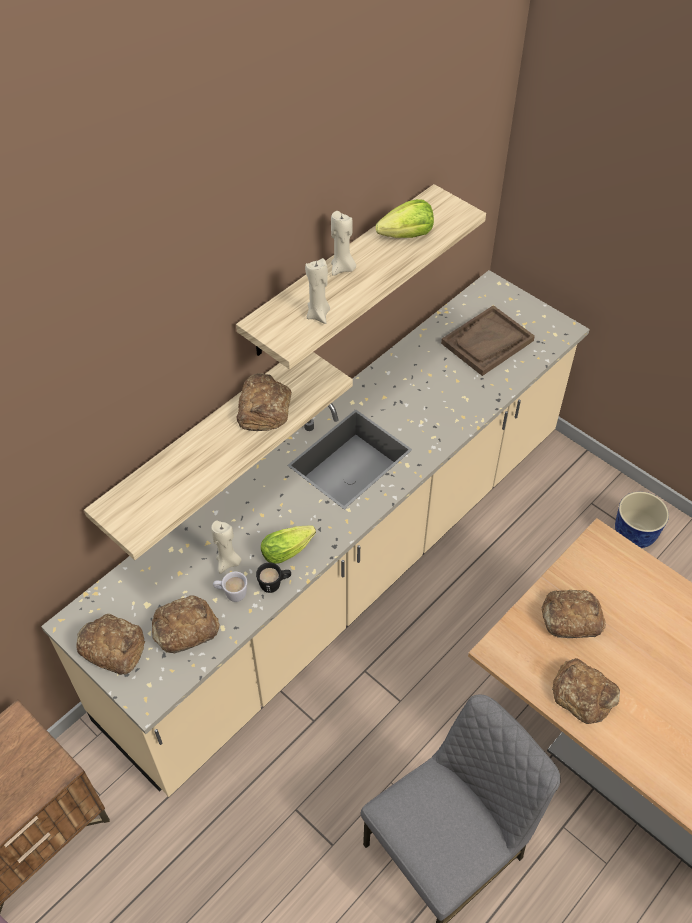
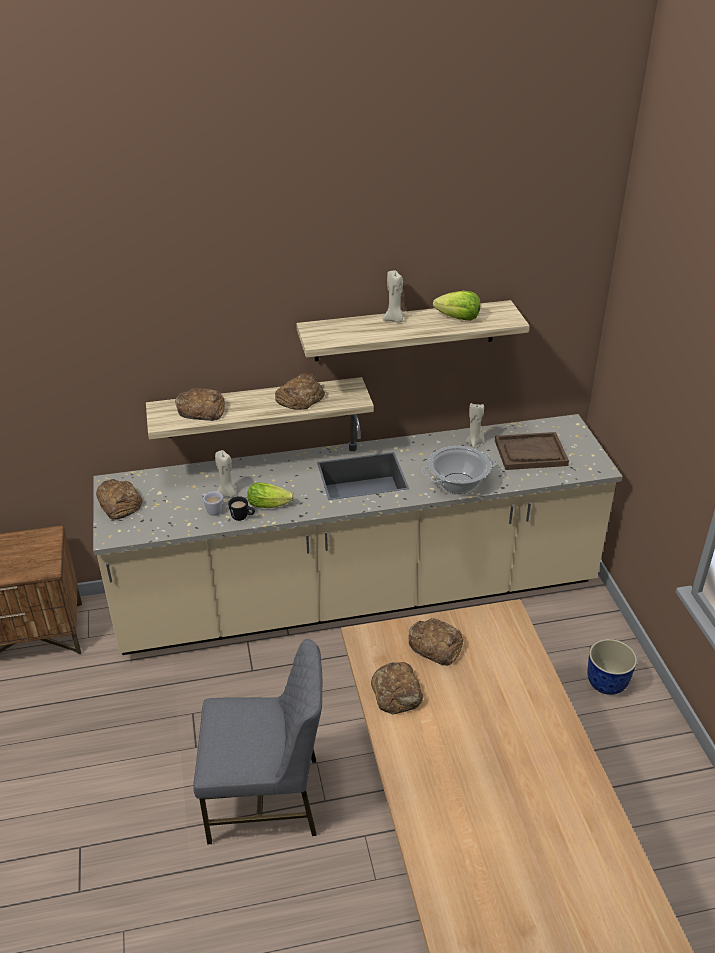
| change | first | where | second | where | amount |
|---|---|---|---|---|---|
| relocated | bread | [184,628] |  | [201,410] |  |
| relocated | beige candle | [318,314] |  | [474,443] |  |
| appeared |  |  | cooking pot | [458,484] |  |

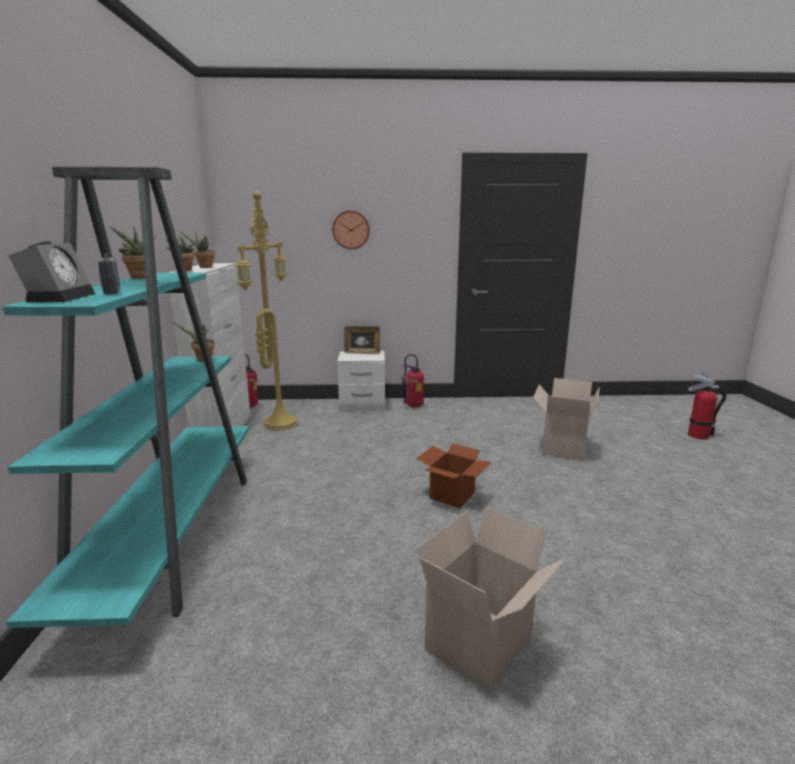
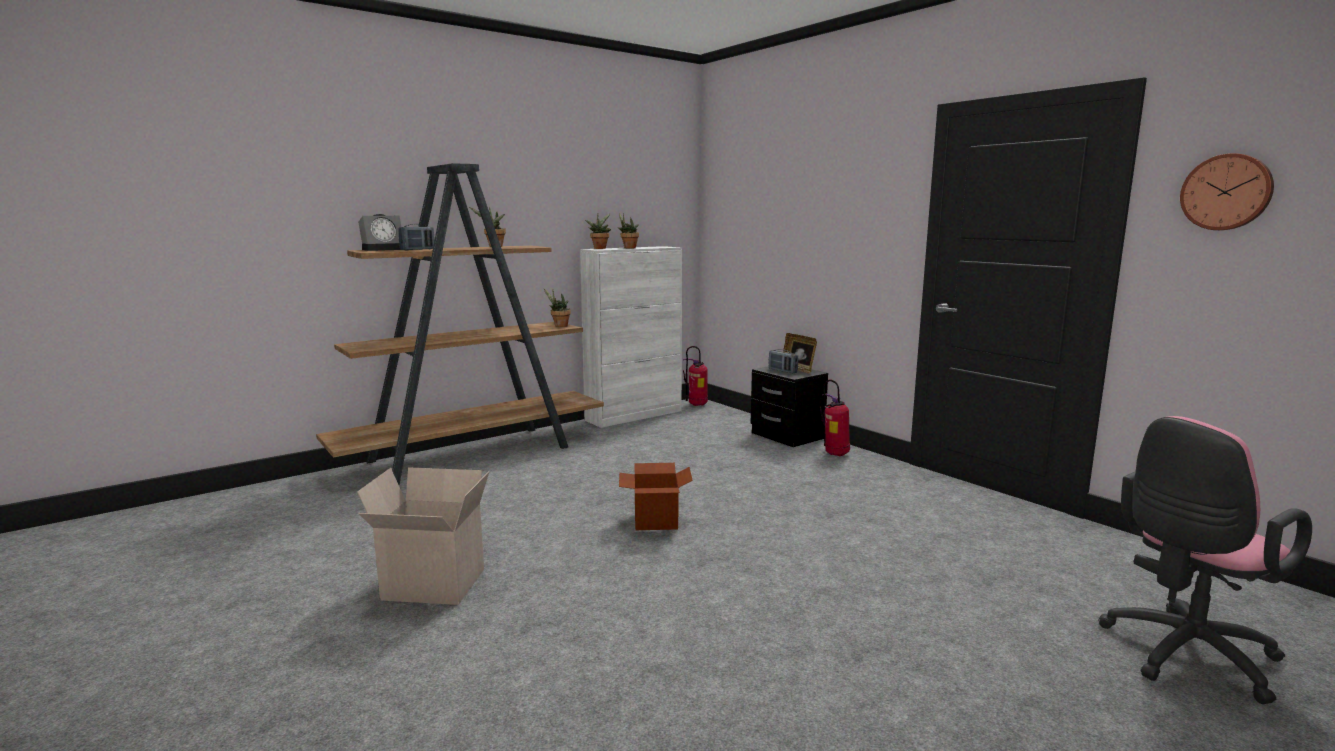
| change | first | where | second | where | amount |
|---|---|---|---|---|---|
| colour | turquoise bookcase | [172,534] | brown bookcase | [473,454] |  |
| missing | yellow floor lamp | [279,423] |  |  |  |
| relocated | wall clock | [351,230] |  | [1226,192] |  |
| colour | white nightstand | [362,406] | black nightstand | [786,436] |  |
| missing | cardboard box | [562,447] |  |  |  |
| exchanged | fire extinguisher | [698,435] | pink office chair | [1184,656] |  |
| appeared |  |  | radio | [782,371] |  |

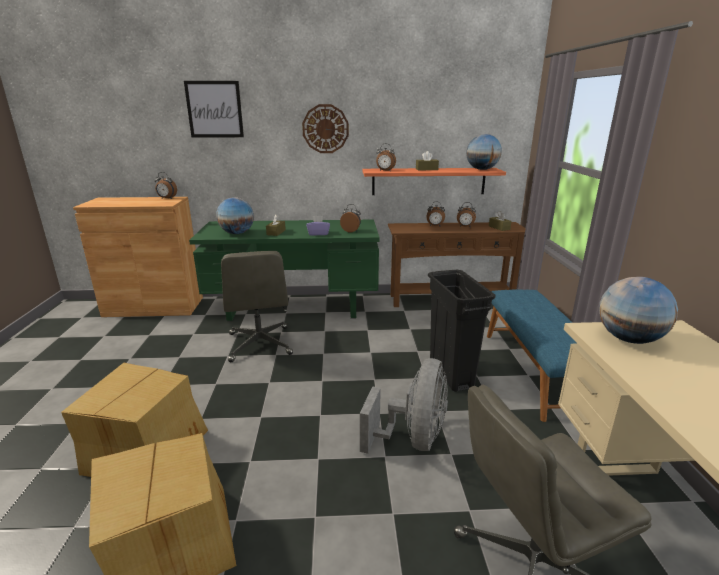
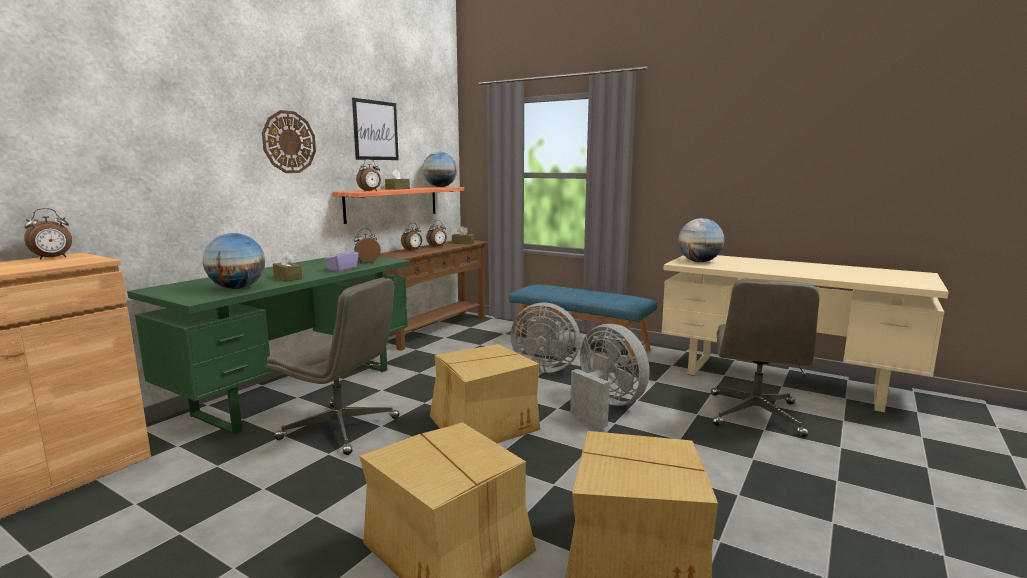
| change | first | where | second | where | amount |
|---|---|---|---|---|---|
| relocated | picture | [214,109] |  | [375,130] |  |
| exchanged | black trash can | [451,374] | grey fan | [544,368] |  |
| appeared |  |  | cardboard box | [482,425] |  |

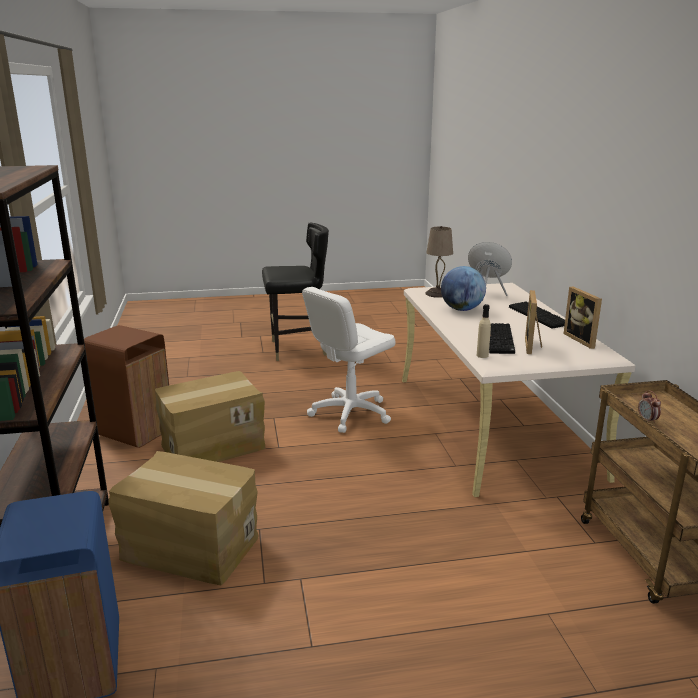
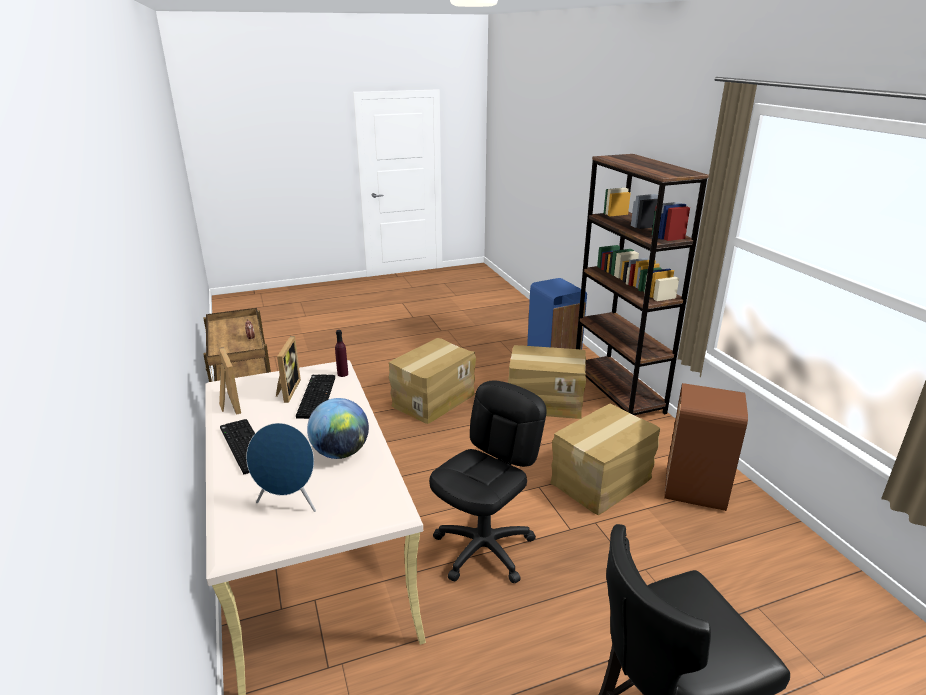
| change | first | where | second | where | amount |
|---|---|---|---|---|---|
| colour | white office chair | [350,413] | black office chair | [484,549] |  |
| missing | beige table lamp | [437,293] |  |  |  |
| colour | beige bottle | [482,355] | purple bottle | [342,374] |  |
| appeared |  |  | cardboard box | [432,400] |  |

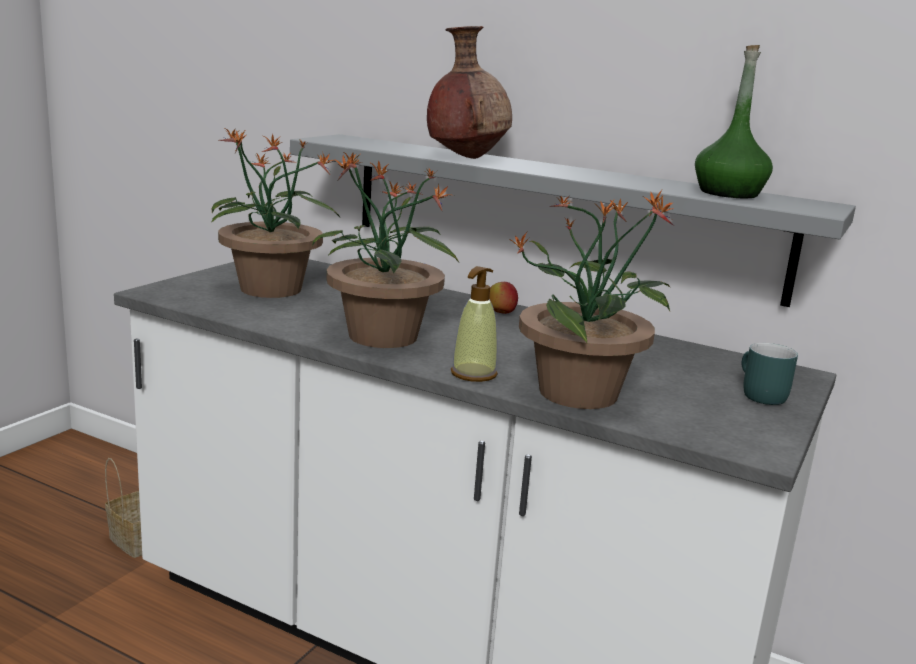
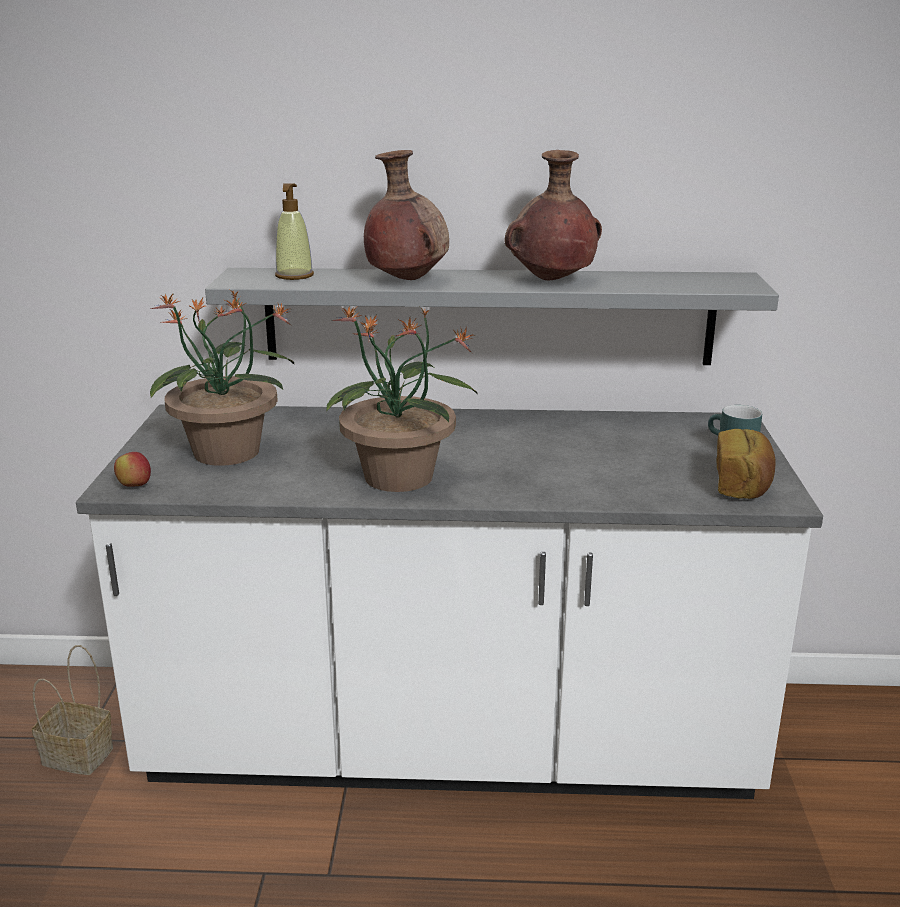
| change | first | where | second | where | amount |
|---|---|---|---|---|---|
| relocated | soap dispenser | [473,374] |  | [294,276] |  |
| relocated | apple | [501,313] |  | [134,486] |  |
| missing | potted plant | [581,393] |  |  |  |
| missing | green bottle | [728,193] |  |  |  |
| appeared |  |  | brown vase | [551,281] |  |
| appeared |  |  | bread | [742,485] |  |

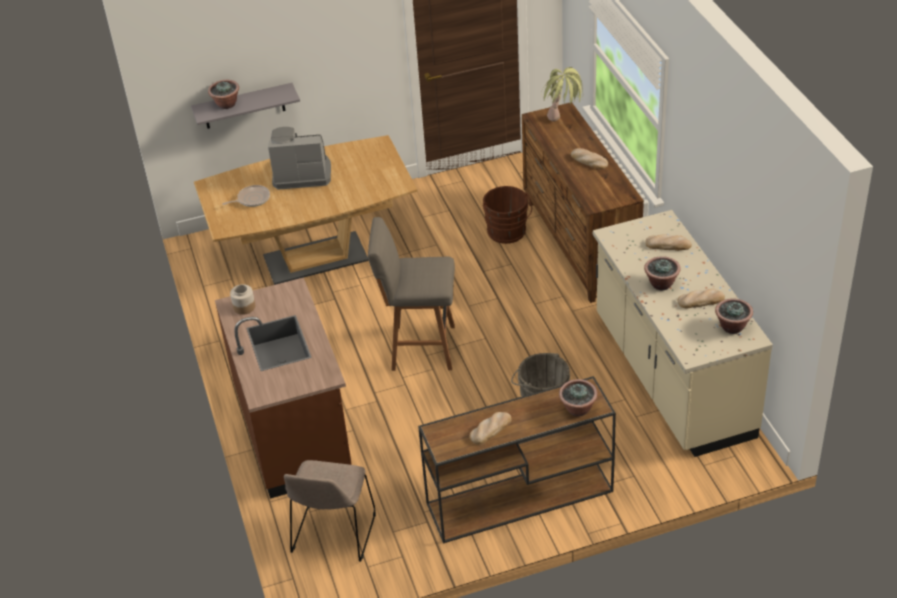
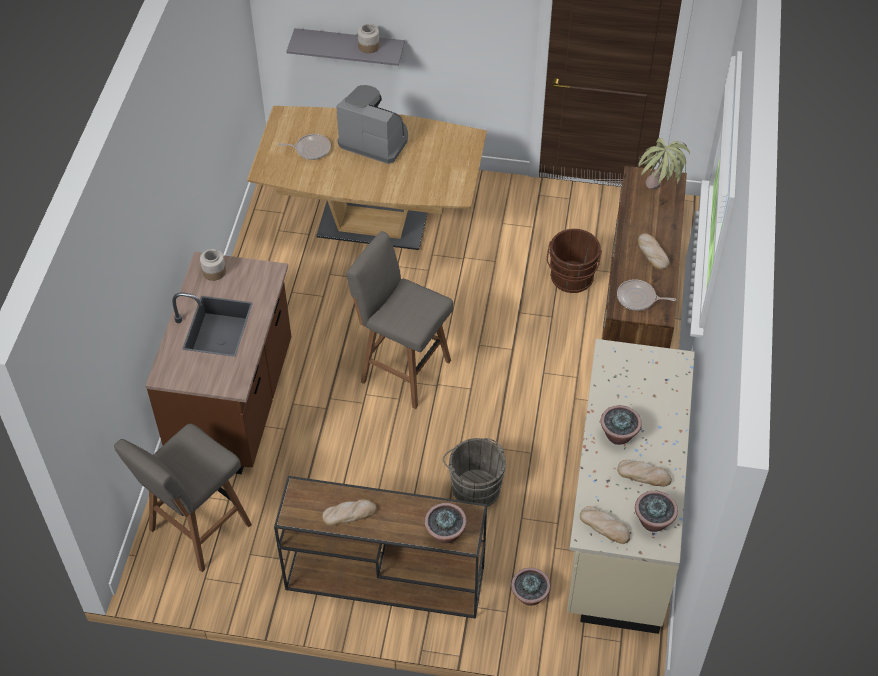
| change | first | where | second | where | amount |
|---|---|---|---|---|---|
| relocated | potted plant | [226,104] |  | [529,596] |  |
| exchanged | beige chair | [333,535] | grey stool | [197,529] |  |
| relocated | bread | [668,245] |  | [605,526] |  |
| appeared |  |  | jar | [368,46] |  |
| appeared |  |  | frying pan | [638,298] |  |

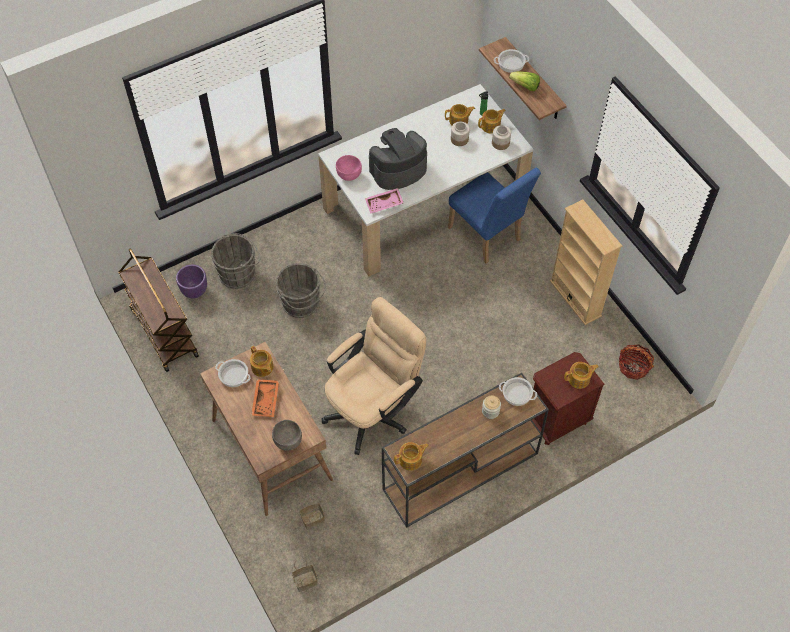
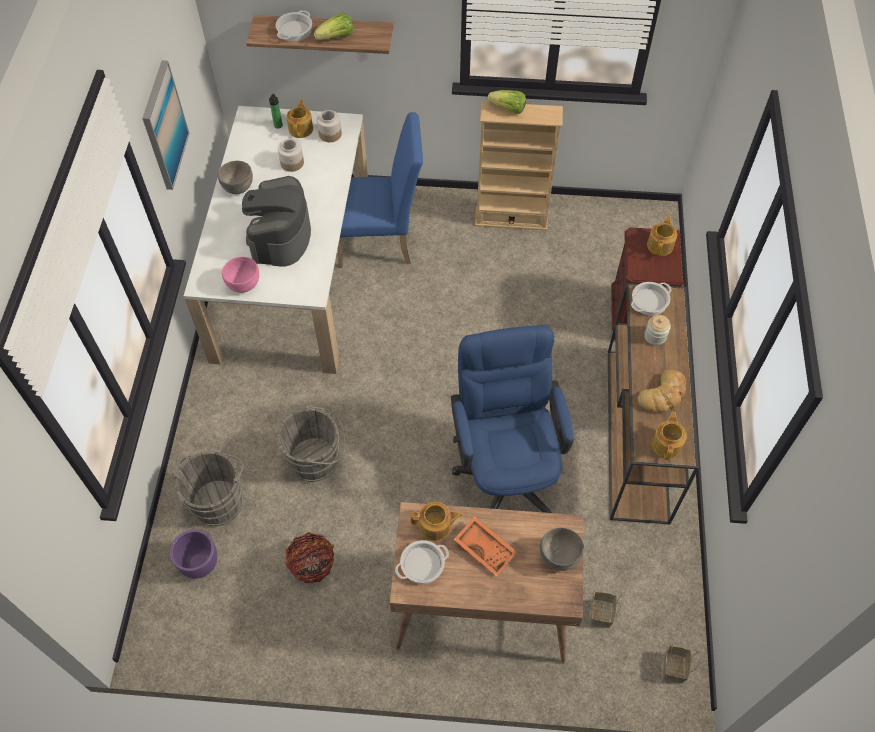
| change | first | where | second | where | amount |
|---|---|---|---|---|---|
| missing | brown cart | [163,332] |  |  |  |
| colour | beige office chair | [373,409] | blue office chair | [506,469] |  |
| missing | pink tray | [384,204] |  |  |  |
| missing | teapot | [459,121] |  |  |  |
| relocated | basket | [633,367] |  | [311,563] |  |
| appeared |  |  | picture | [164,126] |  |
| appeared |  |  | grey bowl | [238,188] |  |
| appeared |  |  | lettuce | [508,109] |  |
| appeared |  |  | bread | [663,395] |  |

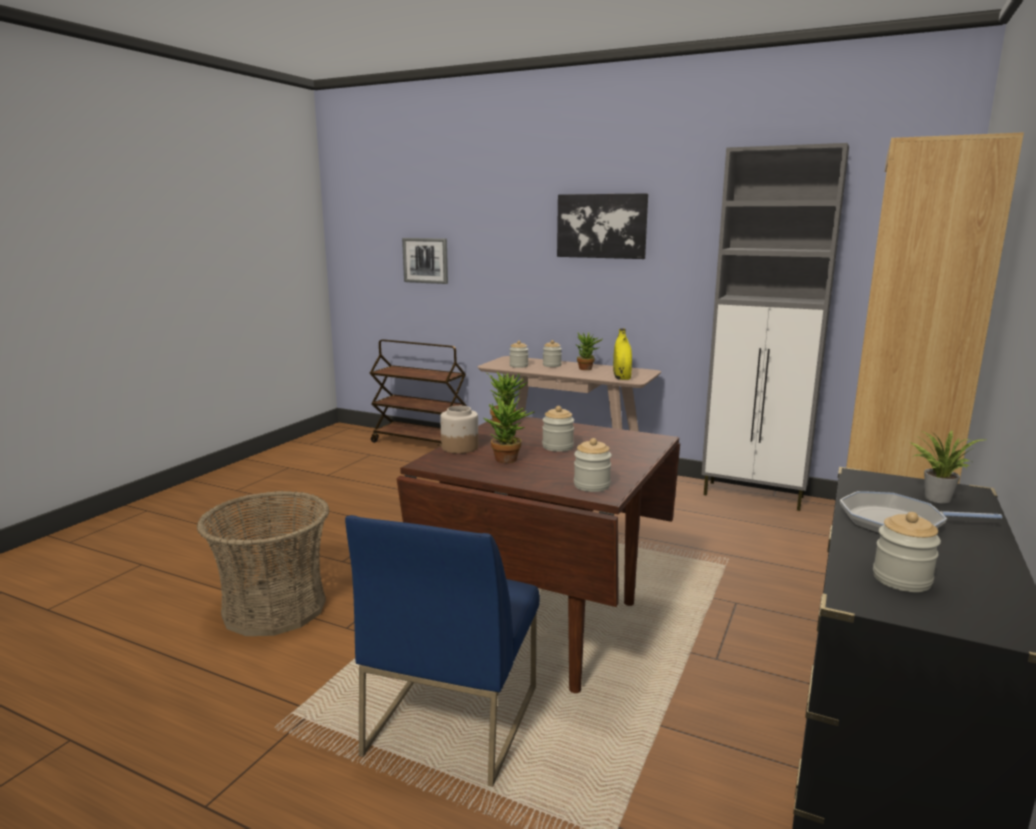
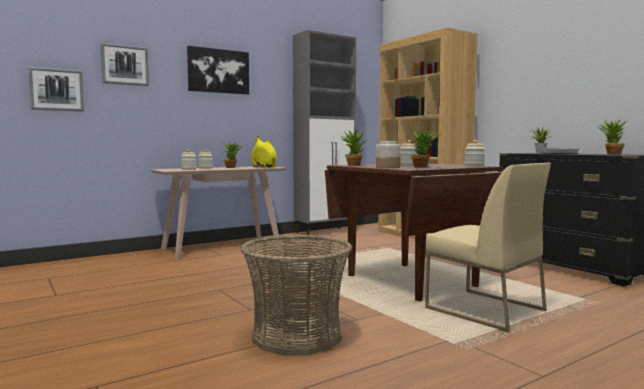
| change | first | where | second | where | amount |
|---|---|---|---|---|---|
| colour | blue chair | [452,718] | beige chair | [484,309] |  |
| missing | brown cart | [420,443] |  |  |  |
| exchanged | jar | [901,579] | potted plant | [611,154] |  |
| appeared |  |  | picture | [125,65] |  |

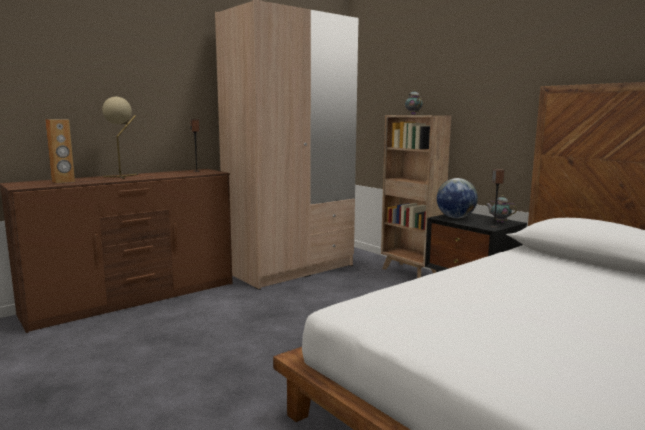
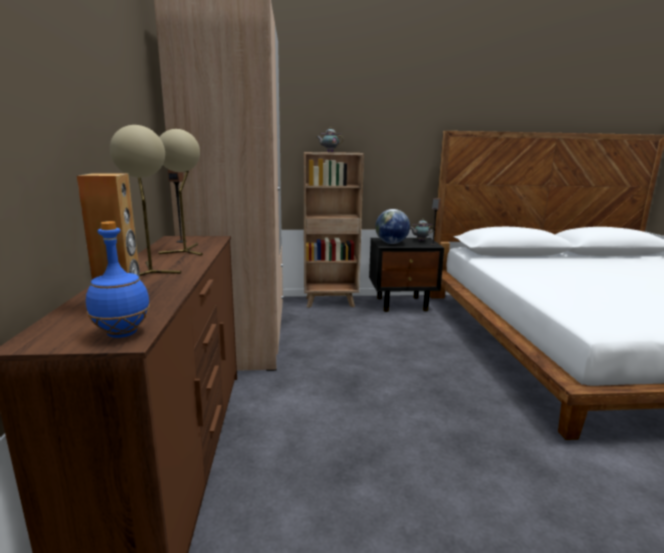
| change | first | where | second | where | amount |
|---|---|---|---|---|---|
| appeared |  |  | blue bottle | [121,333] |  |
| appeared |  |  | beige table lamp | [186,250] |  |

